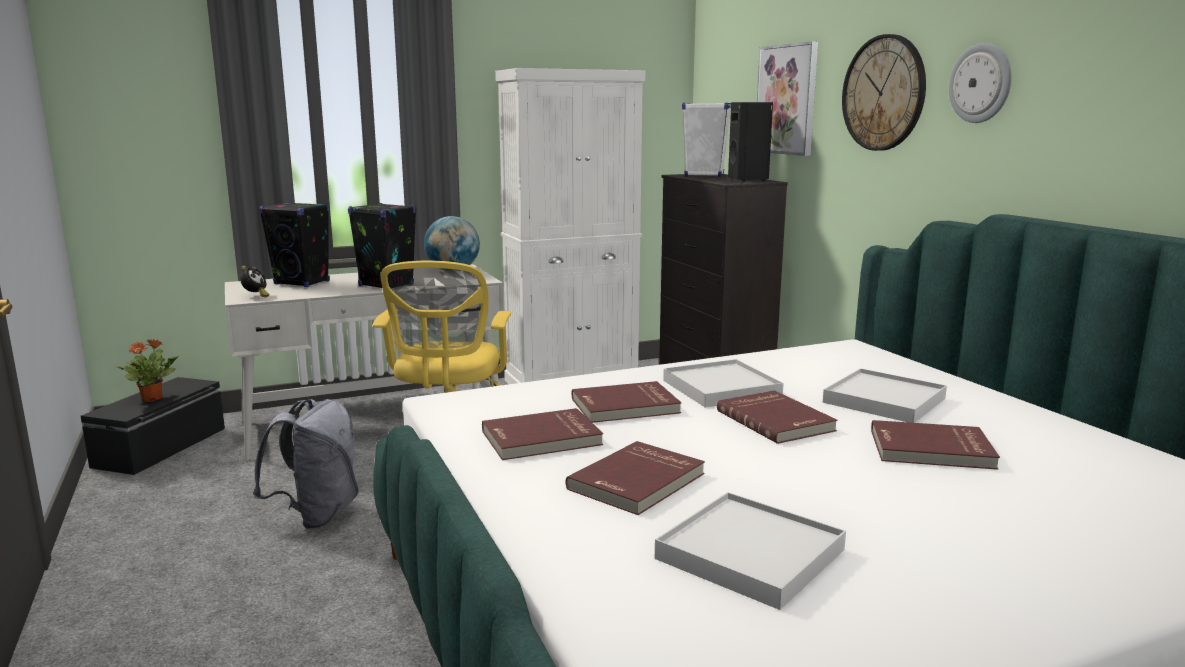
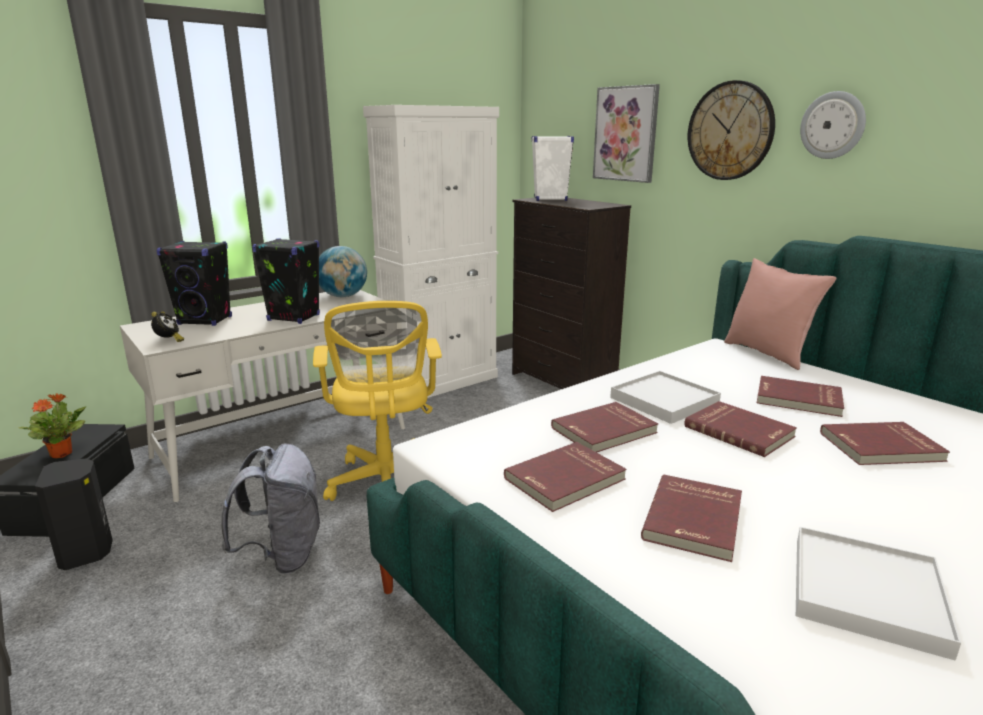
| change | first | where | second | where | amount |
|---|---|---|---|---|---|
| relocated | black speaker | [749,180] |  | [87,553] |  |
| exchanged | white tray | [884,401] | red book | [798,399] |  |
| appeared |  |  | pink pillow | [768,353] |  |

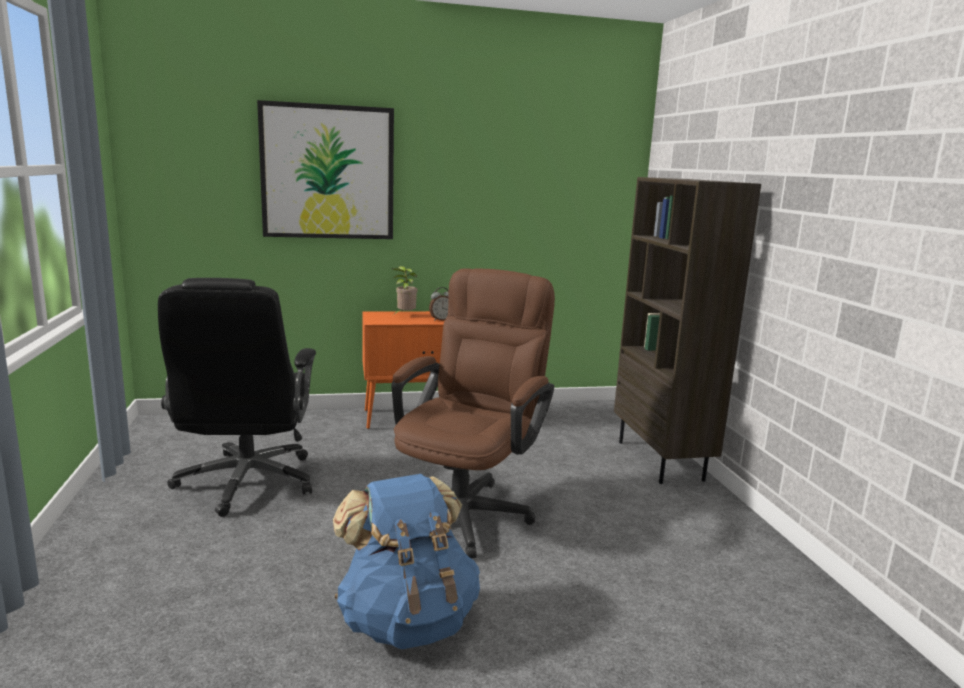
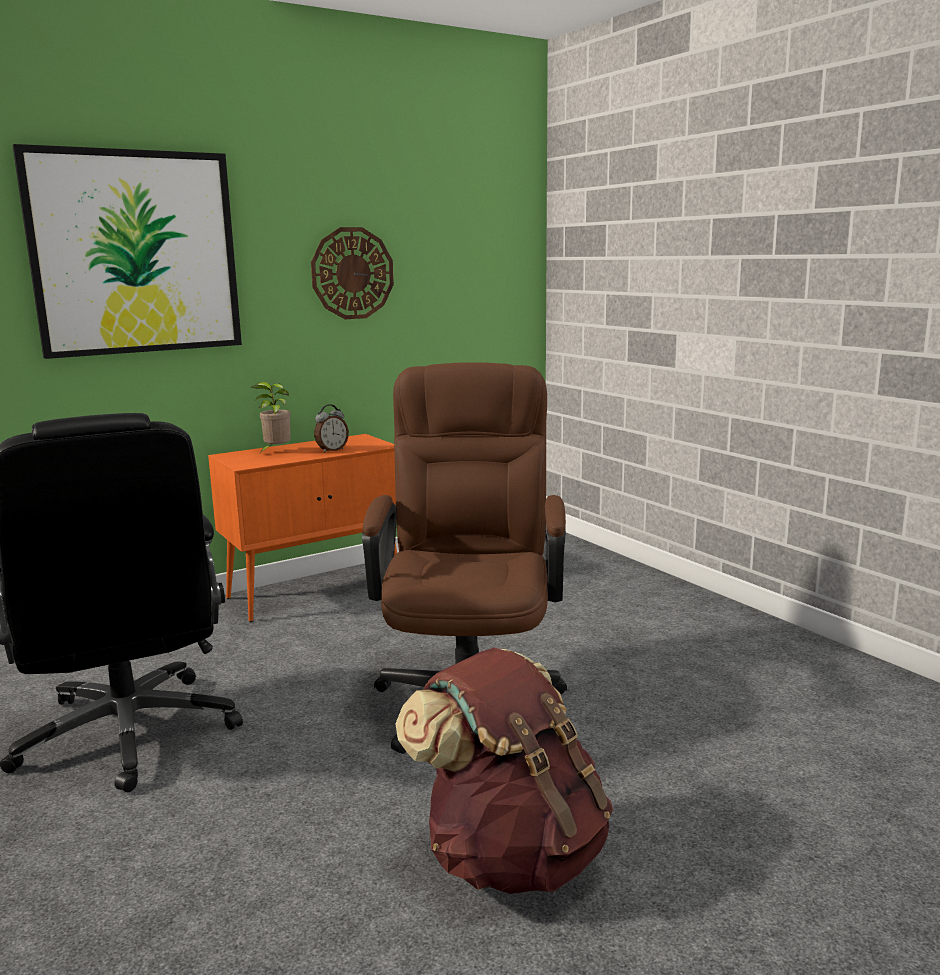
| change | first | where | second | where | amount |
|---|---|---|---|---|---|
| colour | blue backpack | [407,620] | brown backpack | [511,854] |  |
| missing | brown bookcase | [661,461] |  |  |  |
| appeared |  |  | wall clock | [352,273] |  |

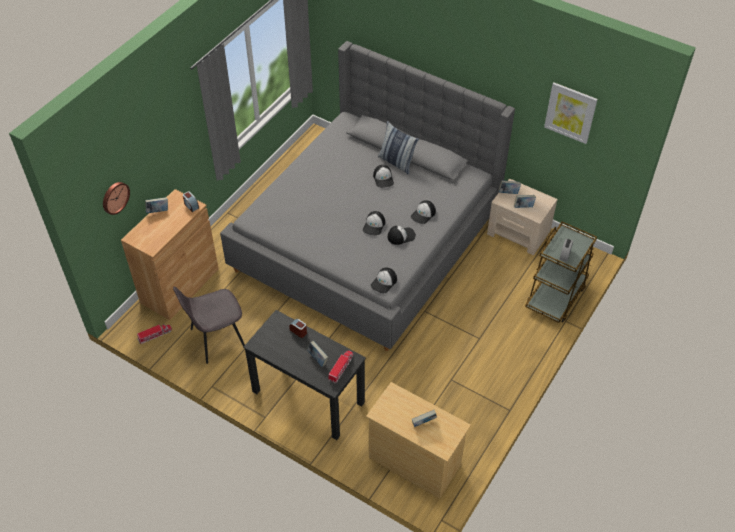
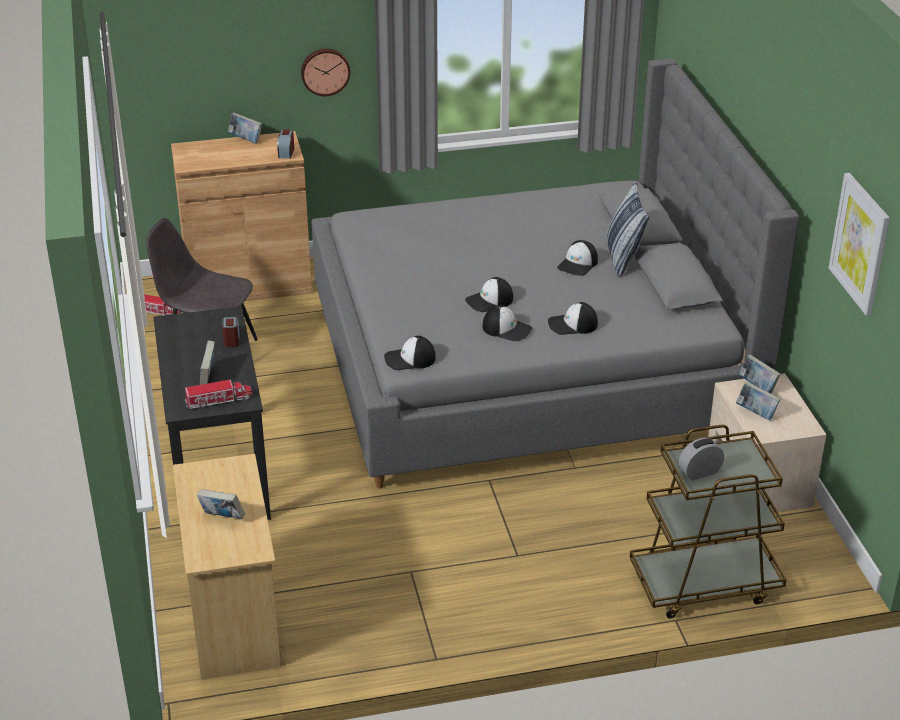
| change | first | where | second | where | amount |
|---|---|---|---|---|---|
| relocated | wall clock | [114,197] |  | [325,71] |  |

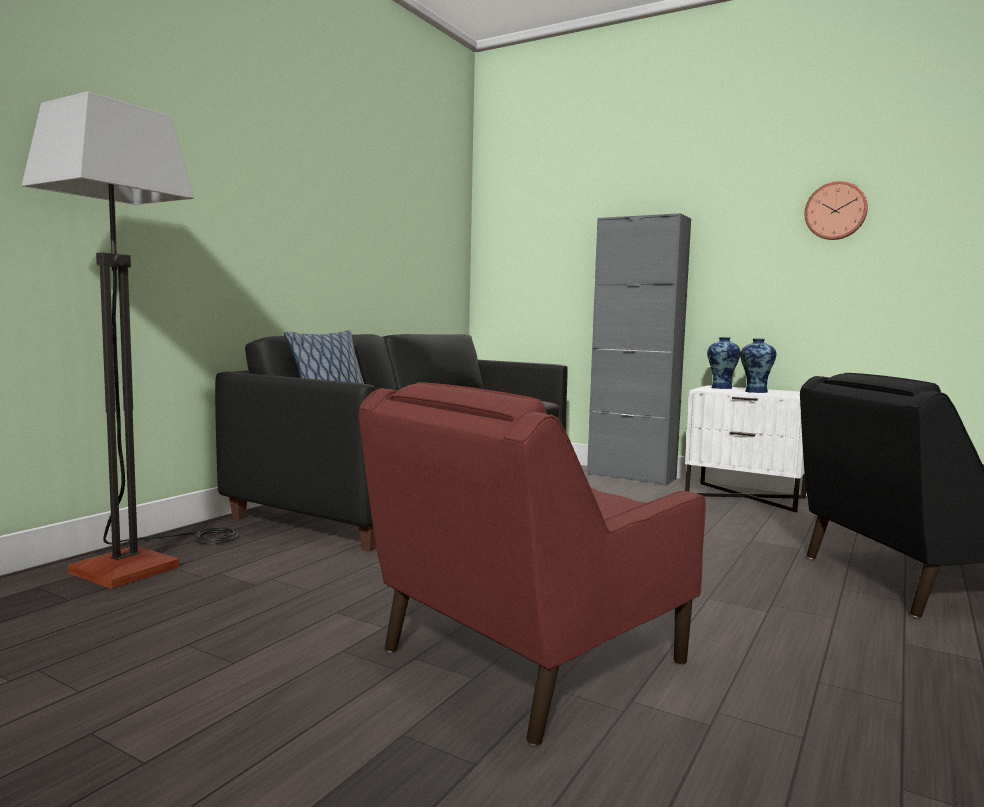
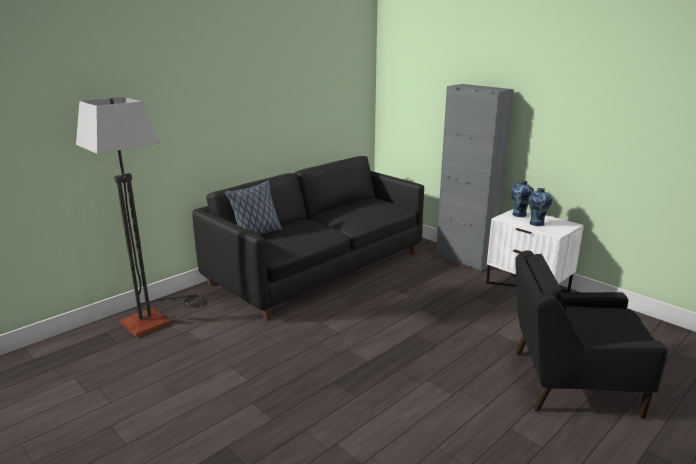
| change | first | where | second | where | amount |
|---|---|---|---|---|---|
| missing | red armchair | [528,659] |  |  |  |
| missing | wall clock | [835,211] |  |  |  |

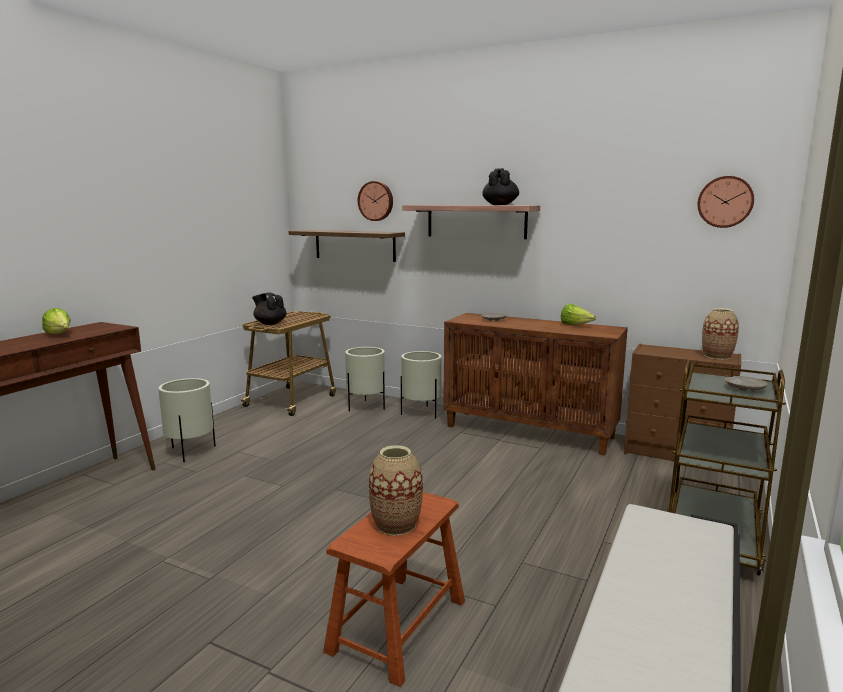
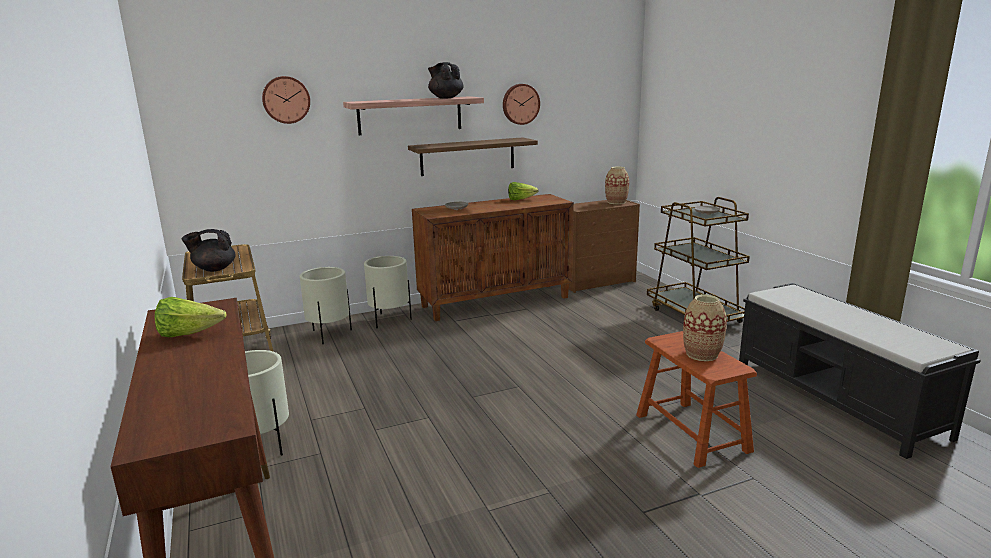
| change | first | where | second | where | amount |
|---|---|---|---|---|---|
| relocated | shelf | [354,245] |  | [467,156] |  |
| relocated | wall clock | [725,202] |  | [520,104] |  |

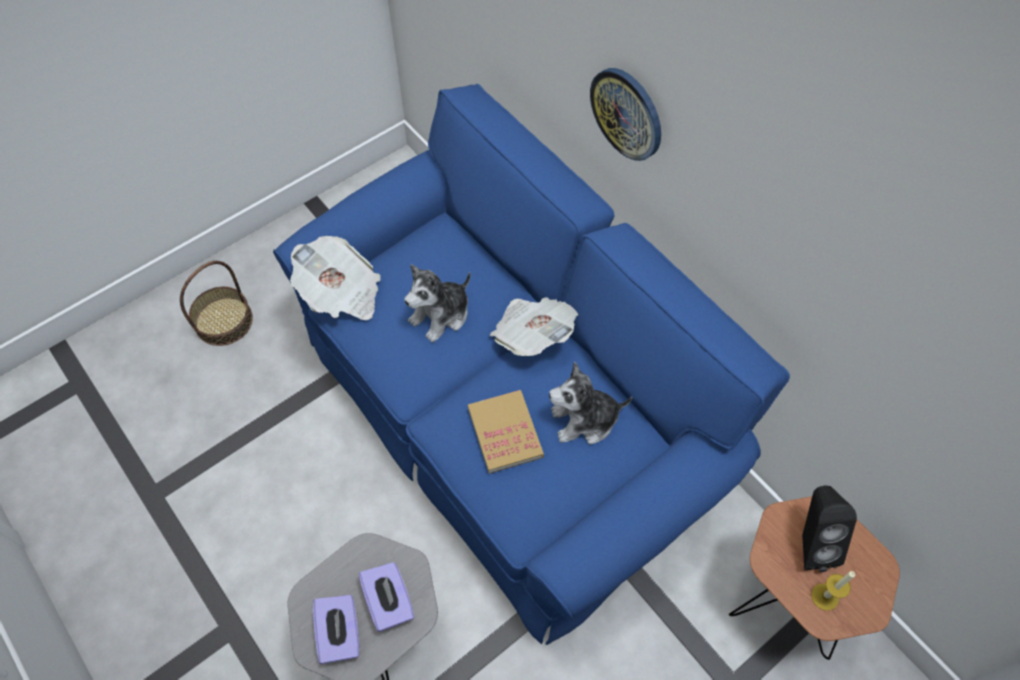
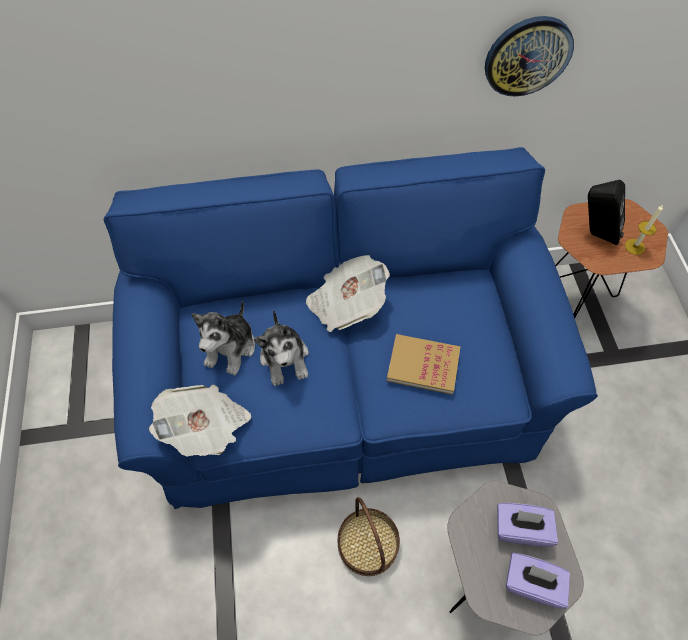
| change | first | where | second | where | amount |
|---|---|---|---|---|---|
| relocated | basket | [223,321] |  | [367,544] |  |
| relocated | plush toy | [585,420] |  | [231,348] |  |
| relocated | wall clock | [627,113] |  | [527,56] |  |

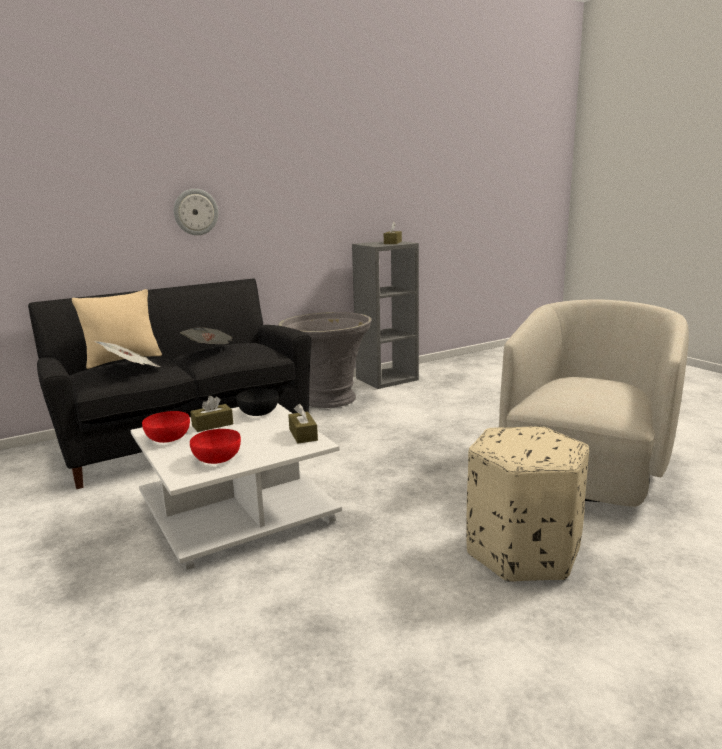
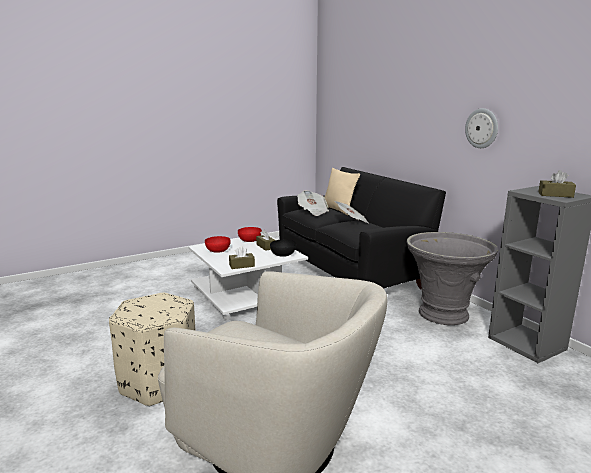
| change | first | where | second | where | amount |
|---|---|---|---|---|---|
| relocated | wall clock | [195,212] |  | [482,128] |  |

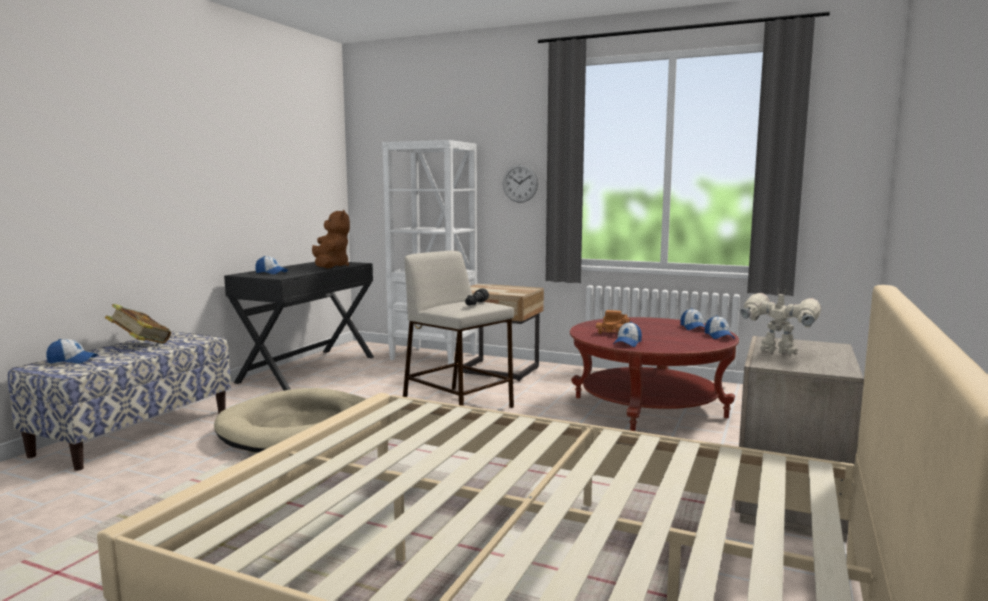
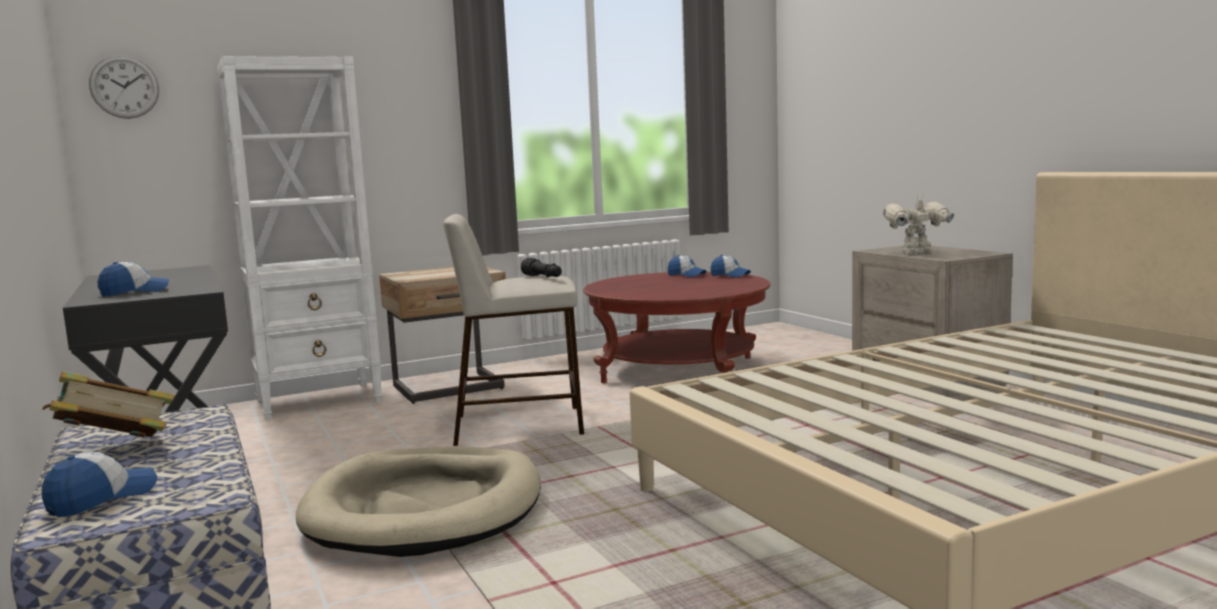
| change | first | where | second | where | amount |
|---|---|---|---|---|---|
| missing | brown plush toy | [331,266] |  |  |  |
| relocated | wall clock | [520,183] |  | [124,87] |  |
| missing | toy truck | [614,330] |  |  |  |
| missing | cap | [627,343] |  |  |  |

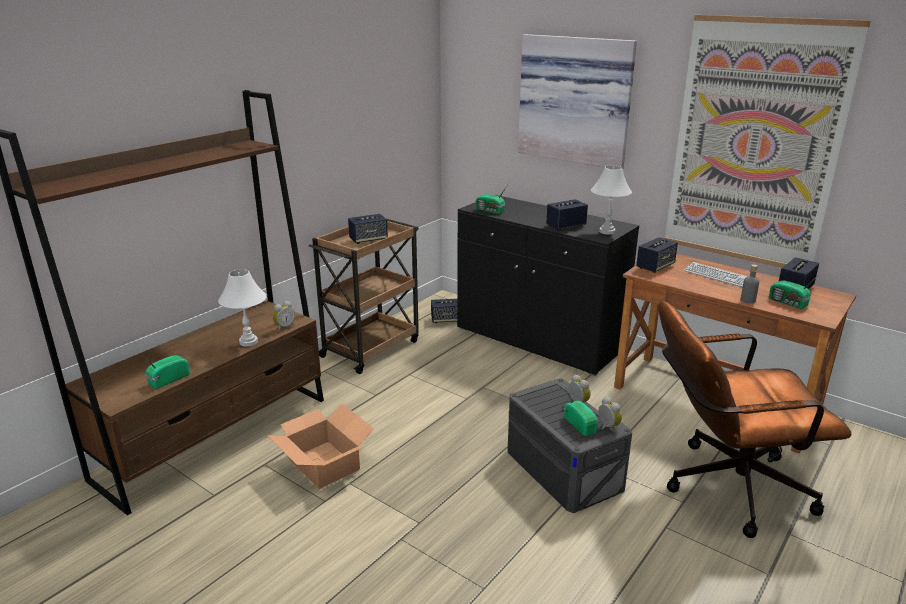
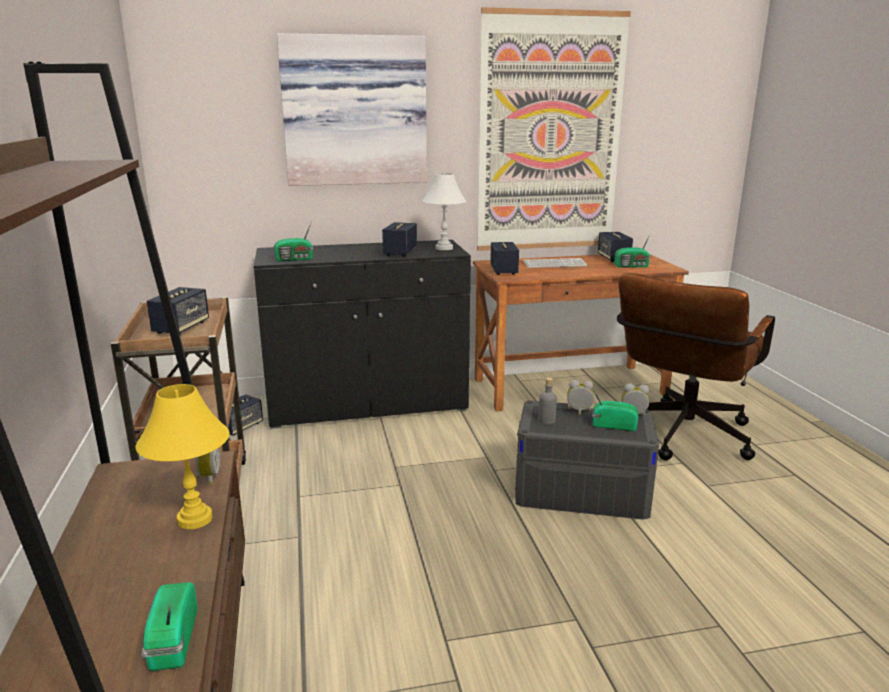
| change | first | where | second | where | amount |
|---|---|---|---|---|---|
| colour | white table lamp | [248,342] | yellow table lamp | [195,519] |  |
| missing | cardboard box | [324,464] |  |  |  |
| relocated | grey bottle | [747,300] |  | [546,420] |  |

